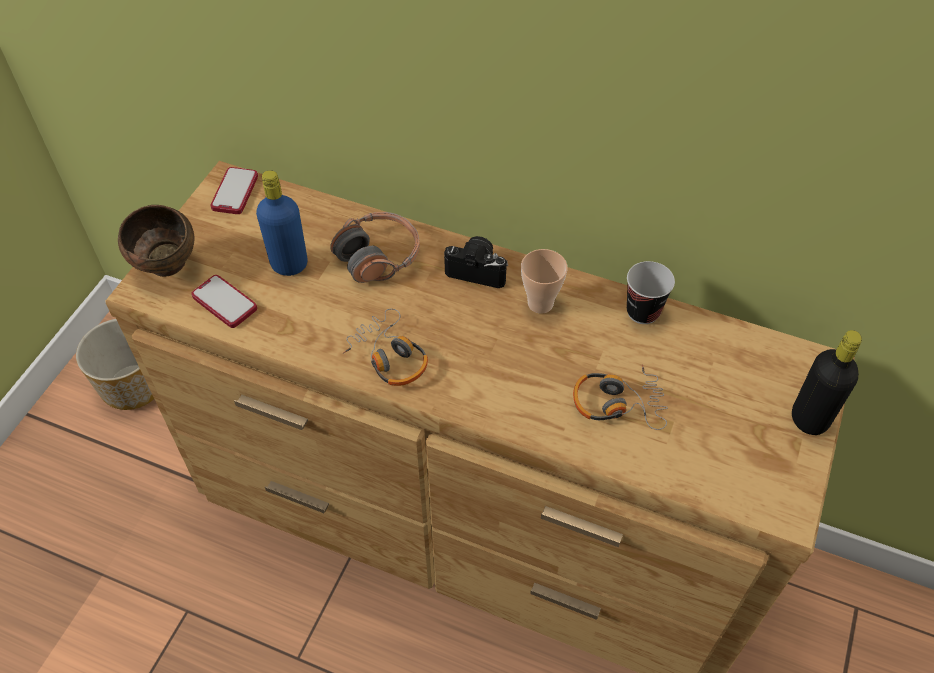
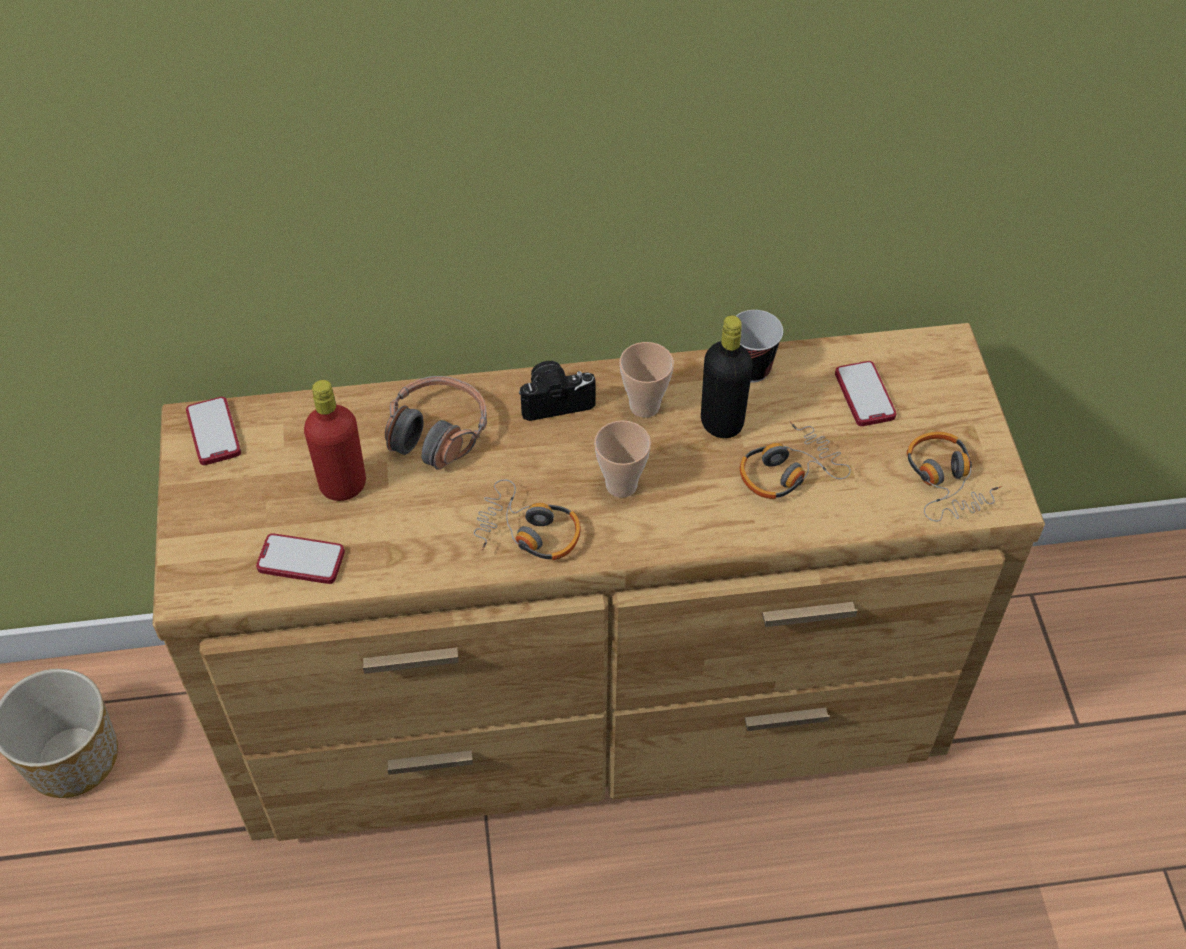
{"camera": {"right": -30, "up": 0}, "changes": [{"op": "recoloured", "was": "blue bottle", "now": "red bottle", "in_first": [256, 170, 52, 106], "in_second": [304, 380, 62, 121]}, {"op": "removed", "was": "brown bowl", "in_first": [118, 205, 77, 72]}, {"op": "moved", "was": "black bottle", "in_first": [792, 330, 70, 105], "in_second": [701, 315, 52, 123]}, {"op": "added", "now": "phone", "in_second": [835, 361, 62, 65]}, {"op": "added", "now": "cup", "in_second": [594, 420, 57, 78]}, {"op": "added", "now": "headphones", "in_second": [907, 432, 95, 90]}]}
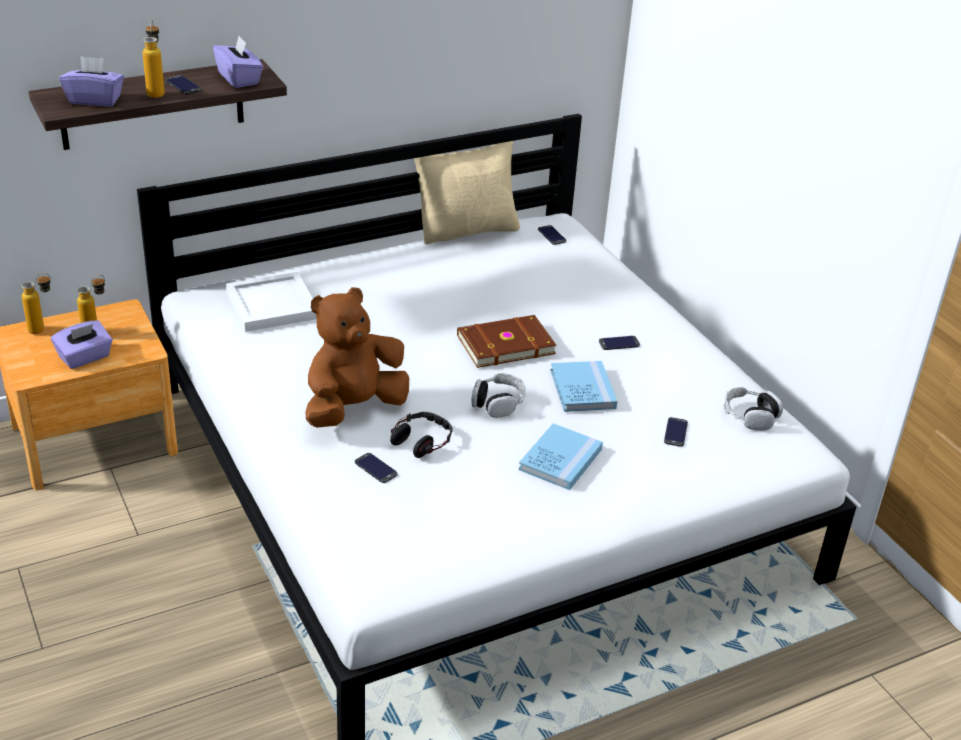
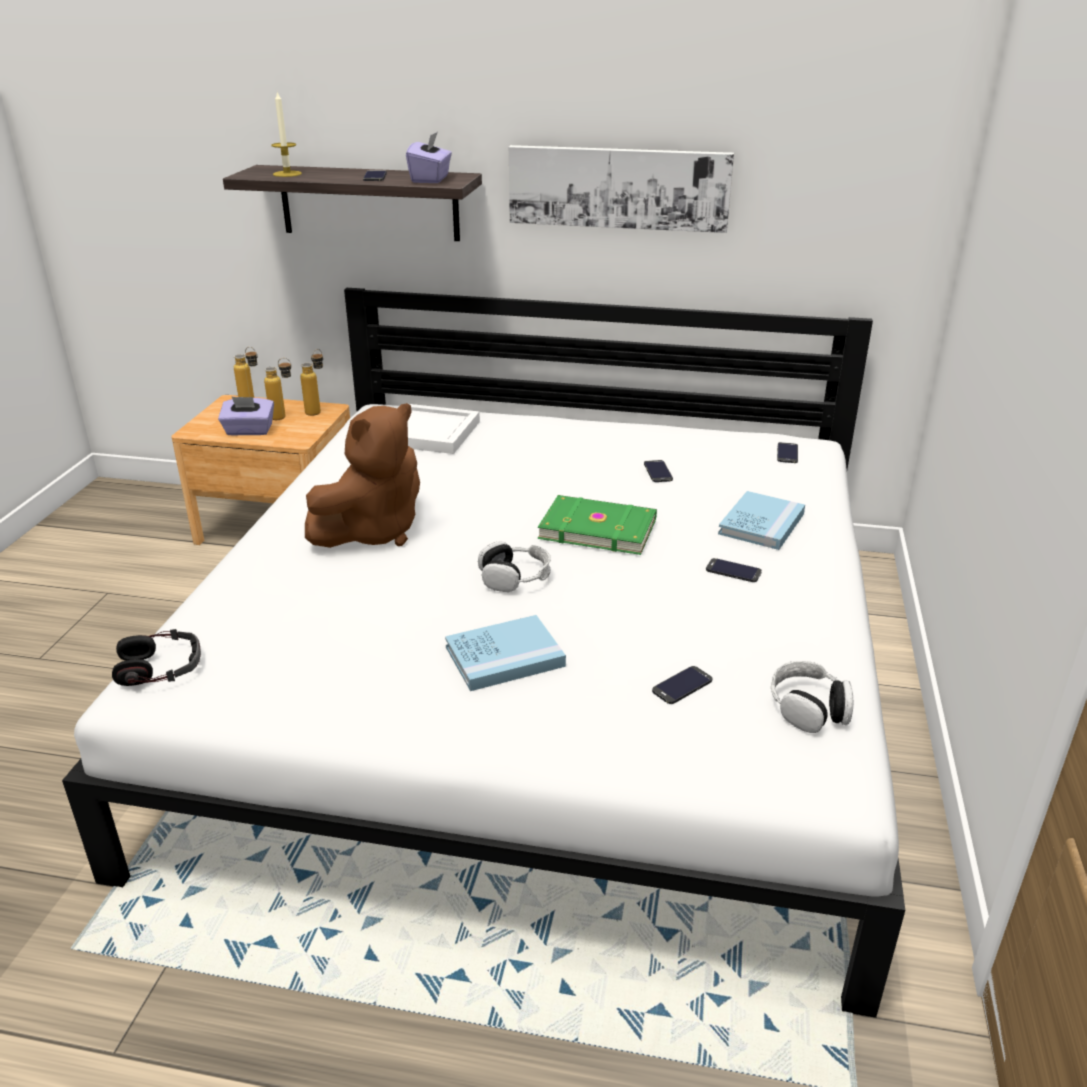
{"camera": {"right": 40, "up": -5}, "changes": [{"op": "moved", "was": "bottle", "in_first": [143, 20, 22, 78], "in_second": [300, 349, 23, 67]}, {"op": "replaced", "was": "purple tissue box", "now": "candle", "in_first": [59, 56, 65, 51], "in_second": [271, 92, 31, 85]}, {"op": "removed", "was": "beige pillow", "in_first": [414, 141, 106, 103]}, {"op": "turned", "was": "brown plush toy", "in_first": [305, 287, 104, 141], "in_second": [305, 403, 115, 145], "clockwise": 135}, {"op": "recoloured", "was": "brown book", "now": "green book", "in_first": [457, 315, 99, 53], "in_second": [538, 495, 119, 60]}, {"op": "moved", "was": "blue book", "in_first": [551, 361, 67, 51], "in_second": [718, 491, 87, 59]}, {"op": "moved", "was": "headphones", "in_first": [390, 412, 63, 46], "in_second": [112, 629, 89, 57]}, {"op": "moved", "was": "phone", "in_first": [355, 453, 43, 30], "in_second": [644, 460, 29, 22]}, {"op": "added", "now": "picture", "in_second": [509, 145, 225, 88]}]}
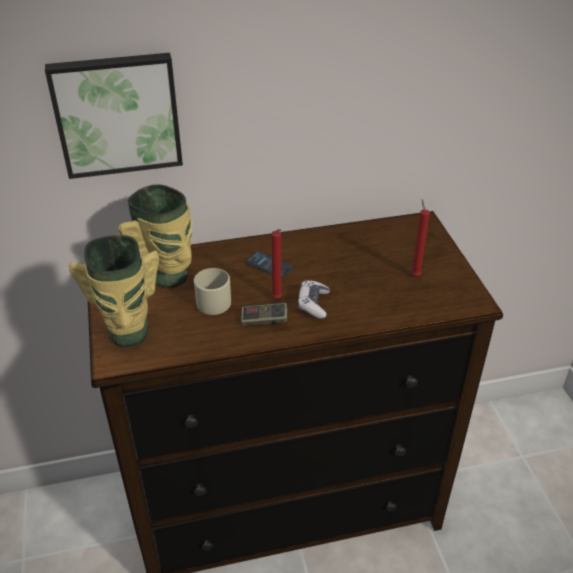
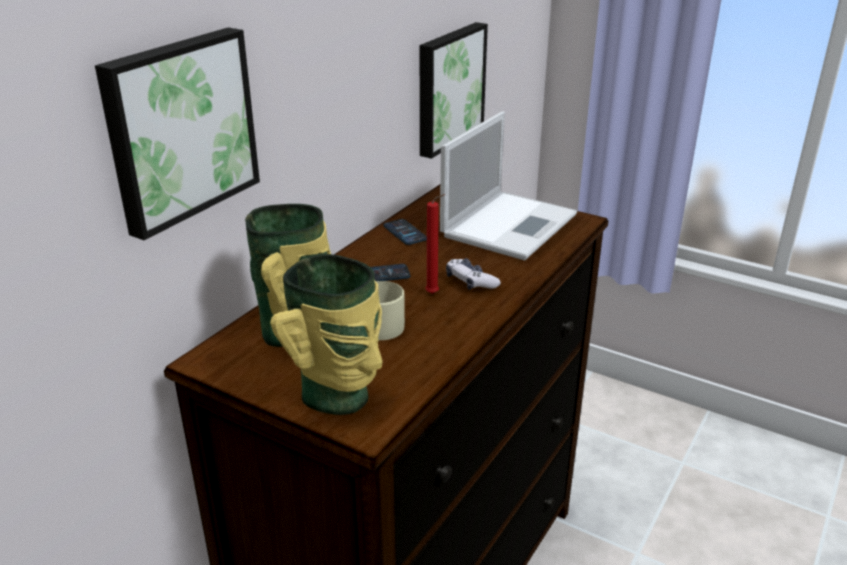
{"camera": {"right": -45, "up": -10}, "changes": [{"op": "replaced", "was": "red candle", "now": "laptop", "in_first": [411, 199, 19, 77], "in_second": [440, 112, 137, 149]}, {"op": "removed", "was": "game controller", "in_first": [241, 303, 46, 23]}, {"op": "added", "now": "picture", "in_second": [420, 22, 68, 137]}, {"op": "added", "now": "phone", "in_second": [383, 219, 44, 26]}]}
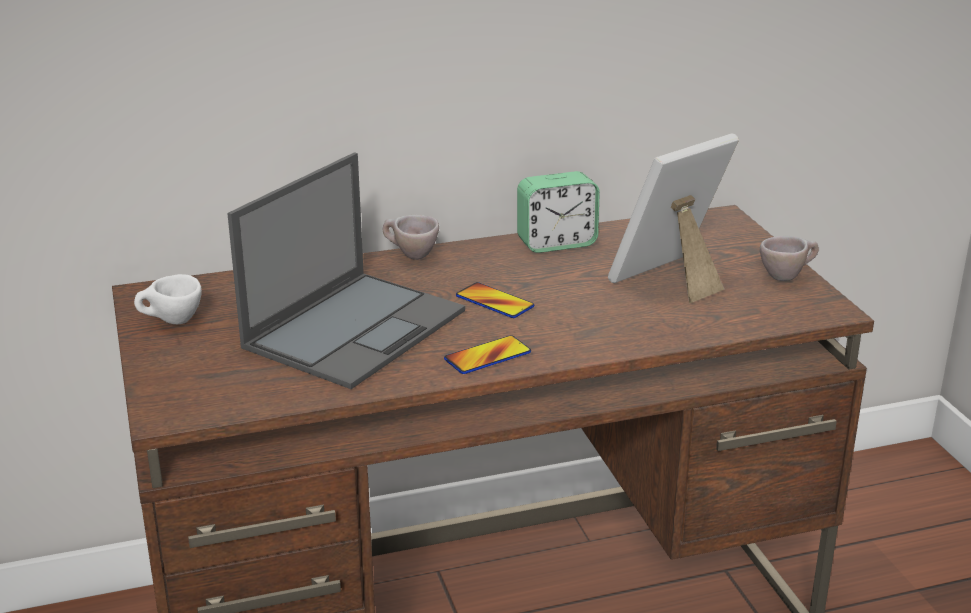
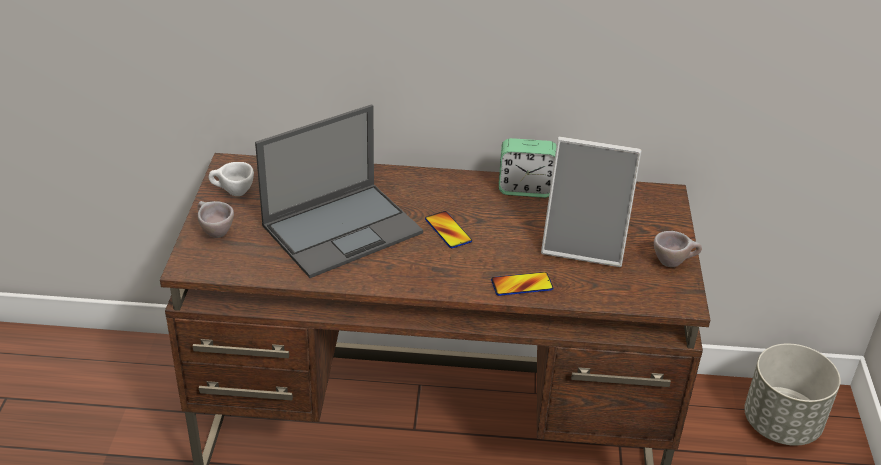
{"camera": {"right": 20, "up": 10}, "changes": [{"op": "turned", "was": "picture frame", "in_first": [608, 133, 131, 170], "in_second": [541, 136, 101, 131], "clockwise": -150}, {"op": "moved", "was": "beige cup", "in_first": [383, 215, 56, 45], "in_second": [198, 201, 36, 37]}, {"op": "moved", "was": "phone", "in_first": [444, 335, 87, 39], "in_second": [491, 272, 62, 24]}, {"op": "added", "now": "grey planter", "in_second": [744, 344, 97, 102]}]}
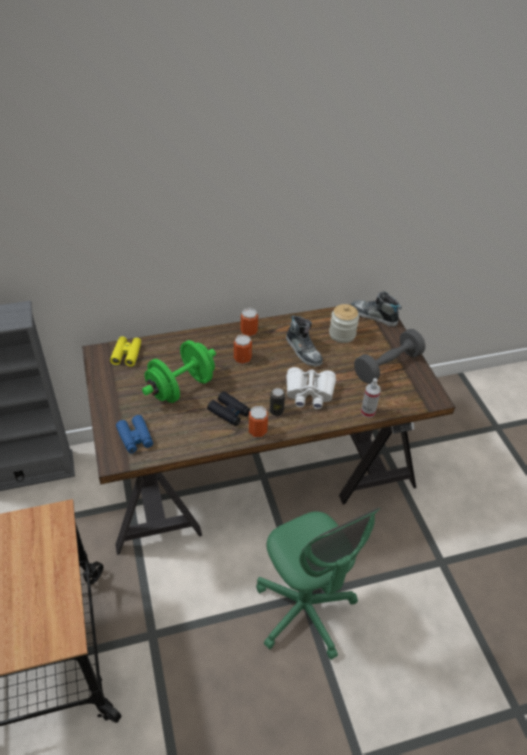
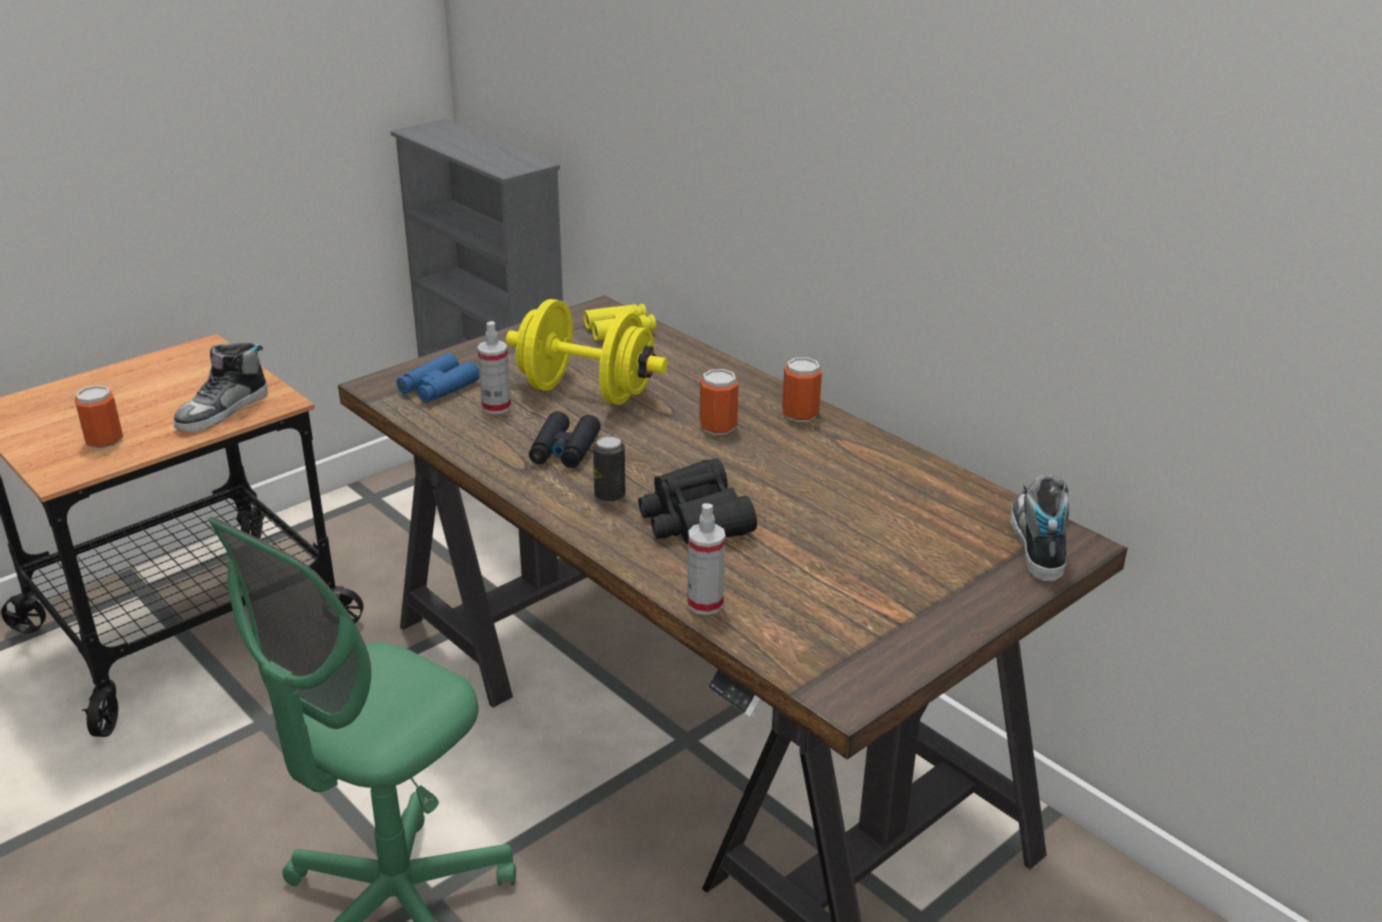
{"camera": {"right": 65, "up": -15}, "changes": [{"op": "removed", "was": "jar", "in_first": [329, 304, 30, 39]}, {"op": "moved", "was": "shoe", "in_first": [286, 316, 37, 51], "in_second": [174, 343, 94, 89]}, {"op": "removed", "was": "grey dumbbell", "in_first": [354, 329, 71, 55]}, {"op": "recoloured", "was": "green dumbbell", "now": "yellow dumbbell", "in_first": [142, 340, 74, 63], "in_second": [506, 299, 161, 106]}, {"op": "recoloured", "was": "white binoculars", "now": "black binoculars", "in_first": [286, 367, 50, 42], "in_second": [638, 458, 119, 86]}, {"op": "moved", "was": "can", "in_first": [249, 406, 19, 31], "in_second": [74, 385, 49, 64]}, {"op": "added", "now": "spray bottle", "in_second": [477, 321, 34, 93]}]}
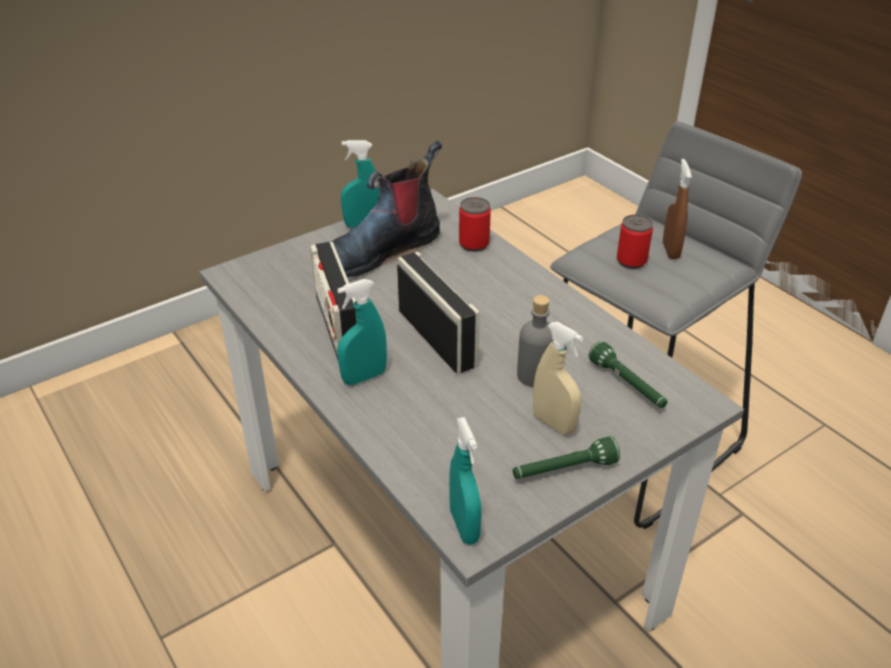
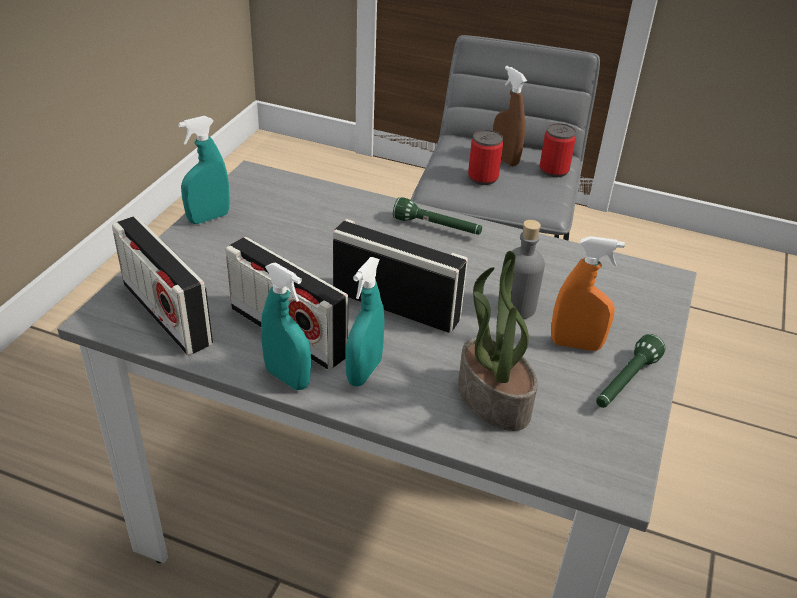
{"camera": {"right": -35, "up": 0}, "changes": [{"op": "removed", "was": "boot", "in_first": [331, 141, 111, 137]}, {"op": "moved", "was": "can", "in_first": [459, 197, 32, 55], "in_second": [540, 123, 36, 54]}, {"op": "recoloured", "was": "beige spray bottle", "now": "orange spray bottle", "in_first": [533, 322, 50, 113], "in_second": [551, 236, 74, 115]}, {"op": "moved", "was": "green flashlight", "in_first": [589, 341, 78, 67], "in_second": [393, 197, 89, 38]}, {"op": "moved", "was": "turquoise spray bottle", "in_first": [449, 417, 33, 128], "in_second": [261, 262, 50, 128]}, {"op": "added", "now": "radio", "in_second": [112, 216, 101, 139]}, {"op": "added", "now": "potted plant", "in_second": [458, 251, 80, 180]}]}
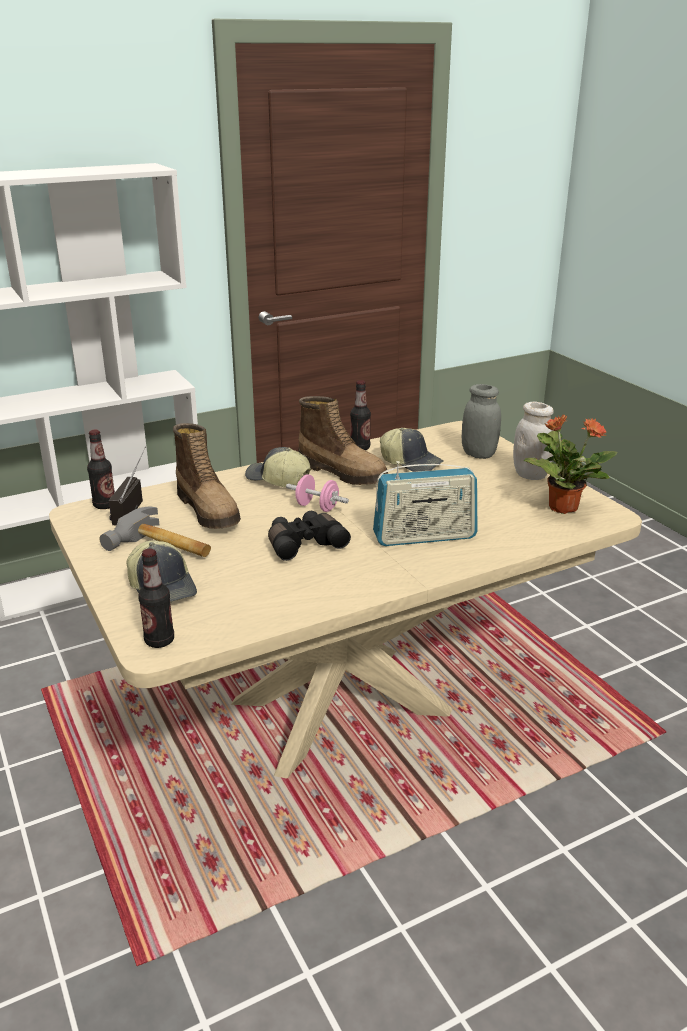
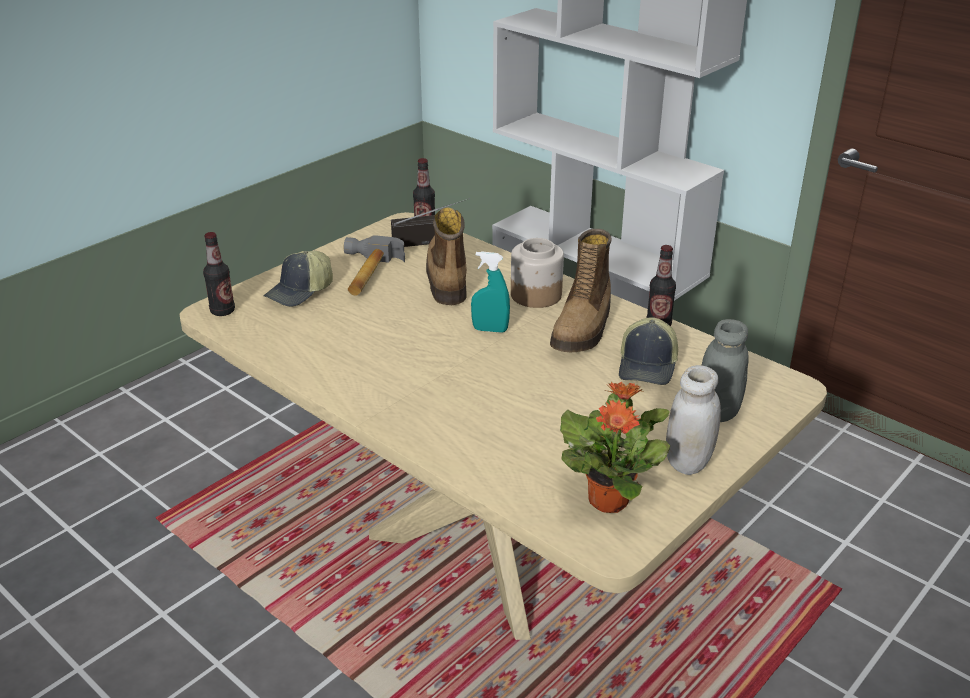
{"camera": {"right": 70, "up": 5}, "changes": [{"op": "turned", "was": "boot", "in_first": [173, 423, 68, 106], "in_second": [426, 207, 41, 98], "clockwise": 135}, {"op": "replaced", "was": "cap", "now": "jar", "in_first": [245, 447, 66, 40], "in_second": [511, 238, 53, 70]}, {"op": "removed", "was": "radio", "in_first": [373, 461, 104, 85]}, {"op": "replaced", "was": "pink dumbbell", "now": "turquoise spray bottle", "in_first": [286, 474, 63, 38], "in_second": [471, 251, 39, 82]}, {"op": "removed", "was": "black binoculars", "in_first": [268, 511, 83, 50]}]}
